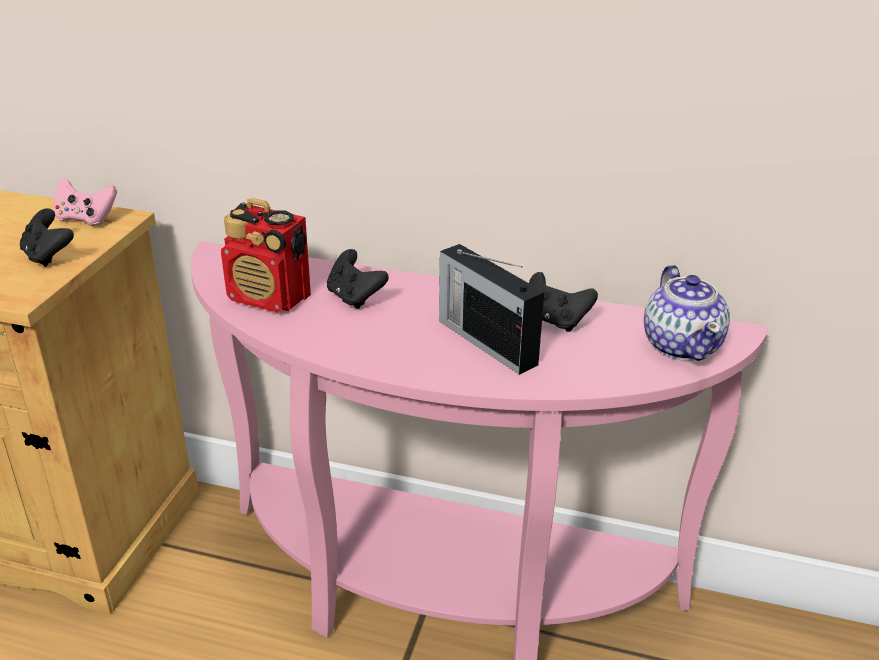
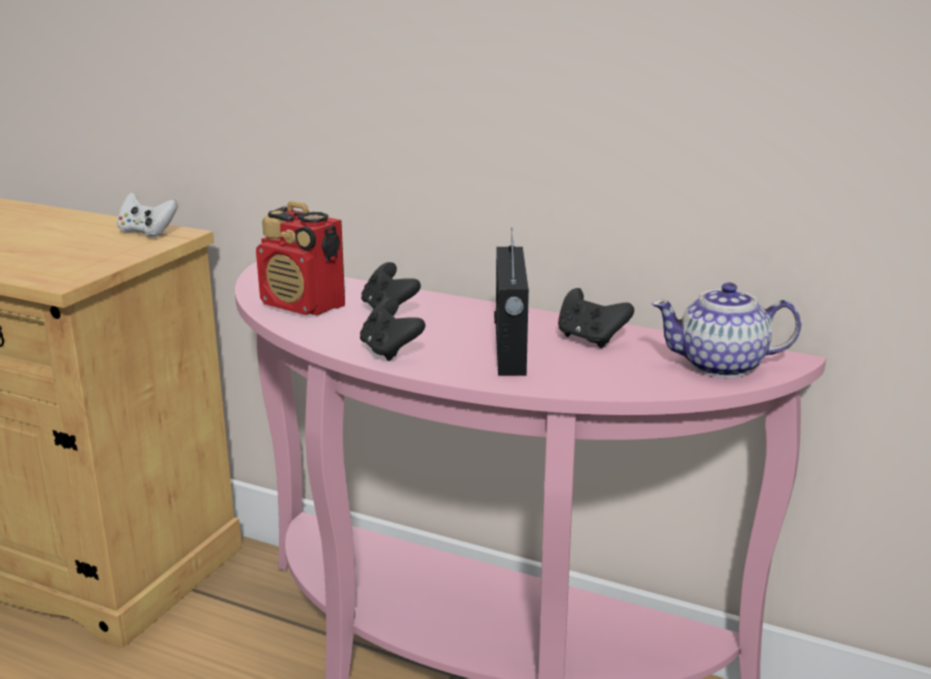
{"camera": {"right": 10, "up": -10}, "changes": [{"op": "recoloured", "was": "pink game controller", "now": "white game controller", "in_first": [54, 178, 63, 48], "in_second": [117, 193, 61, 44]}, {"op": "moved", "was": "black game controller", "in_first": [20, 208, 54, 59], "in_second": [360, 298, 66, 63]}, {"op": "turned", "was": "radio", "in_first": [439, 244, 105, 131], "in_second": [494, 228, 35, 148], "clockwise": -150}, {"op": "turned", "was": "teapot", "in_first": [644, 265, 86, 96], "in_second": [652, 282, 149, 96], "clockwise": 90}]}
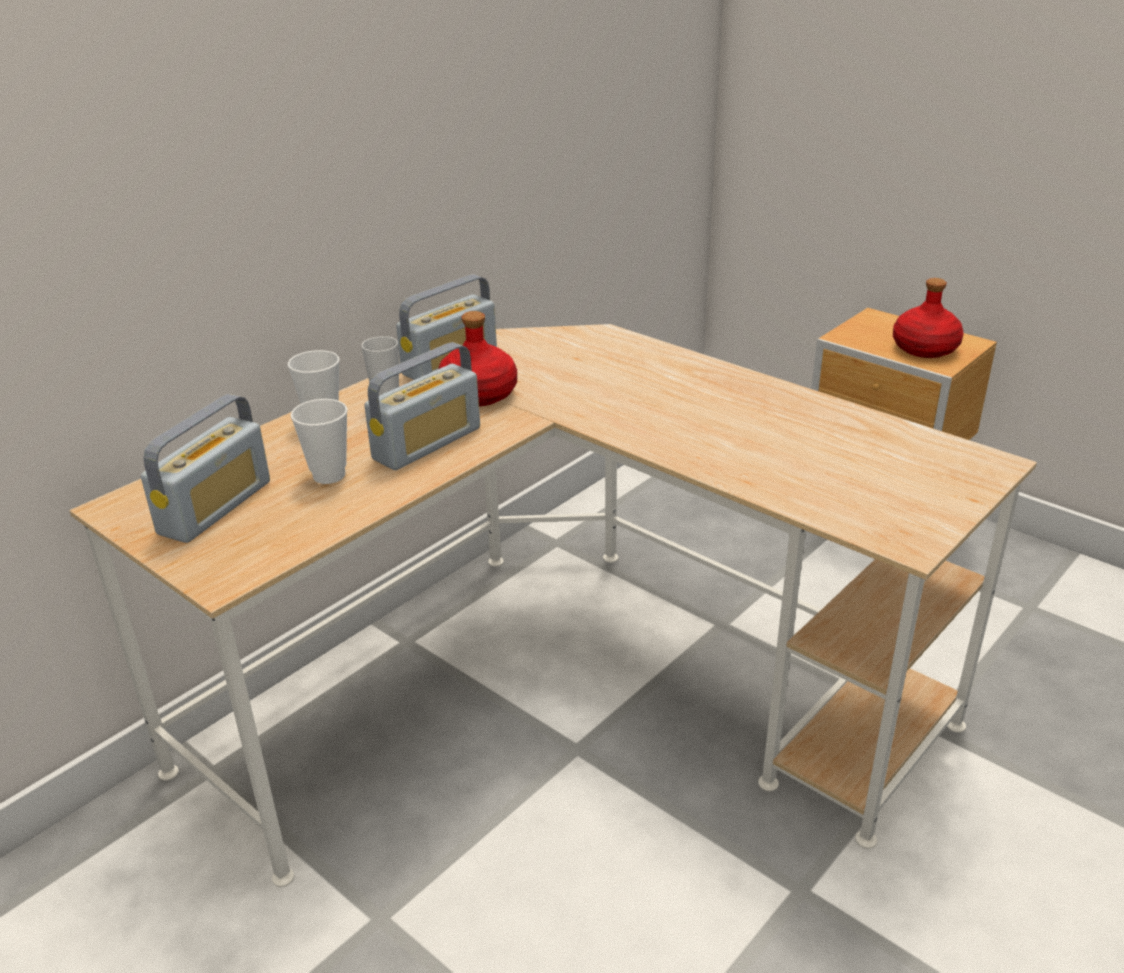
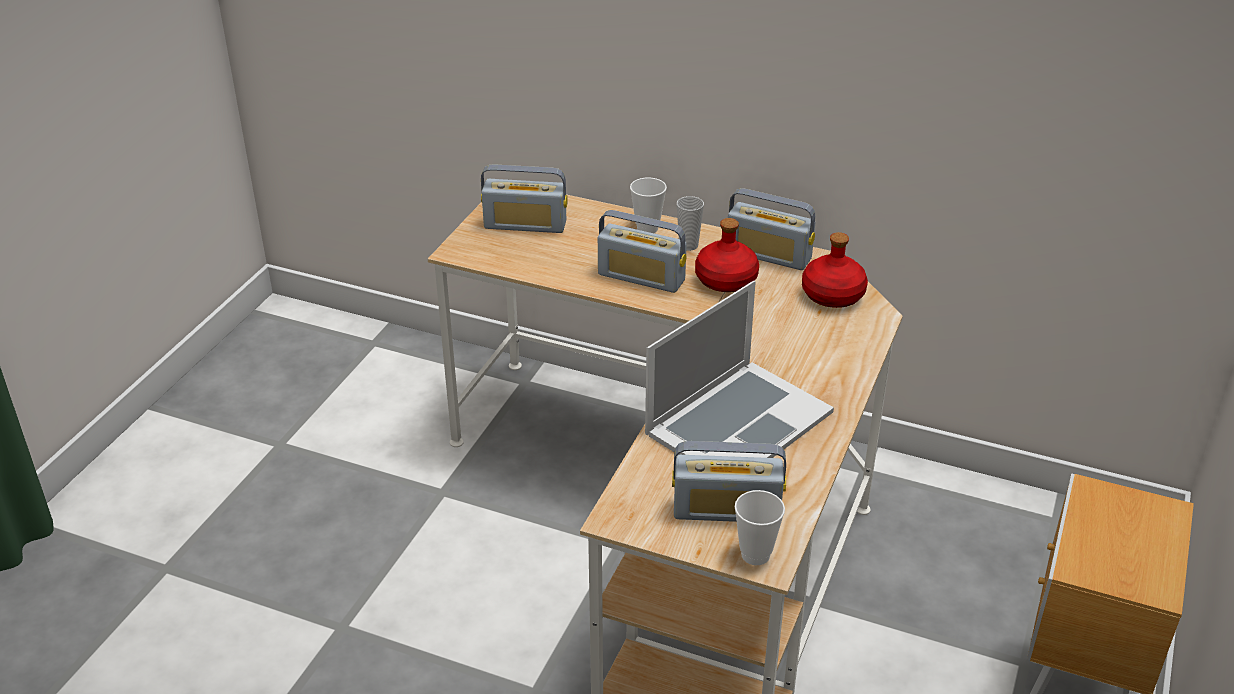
{"camera": {"right": 70, "up": 5}, "changes": [{"op": "moved", "was": "red bottle", "in_first": [893, 278, 71, 80], "in_second": [802, 232, 66, 76]}, {"op": "moved", "was": "cup", "in_first": [291, 399, 57, 85], "in_second": [735, 490, 50, 75]}, {"op": "added", "now": "laptop", "in_second": [645, 281, 189, 177]}, {"op": "added", "now": "radio", "in_second": [672, 441, 114, 81]}]}
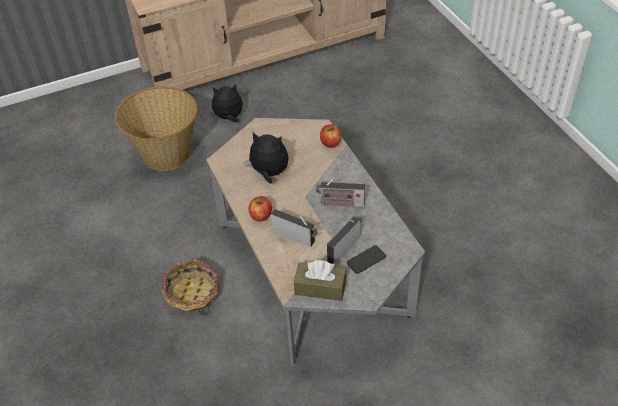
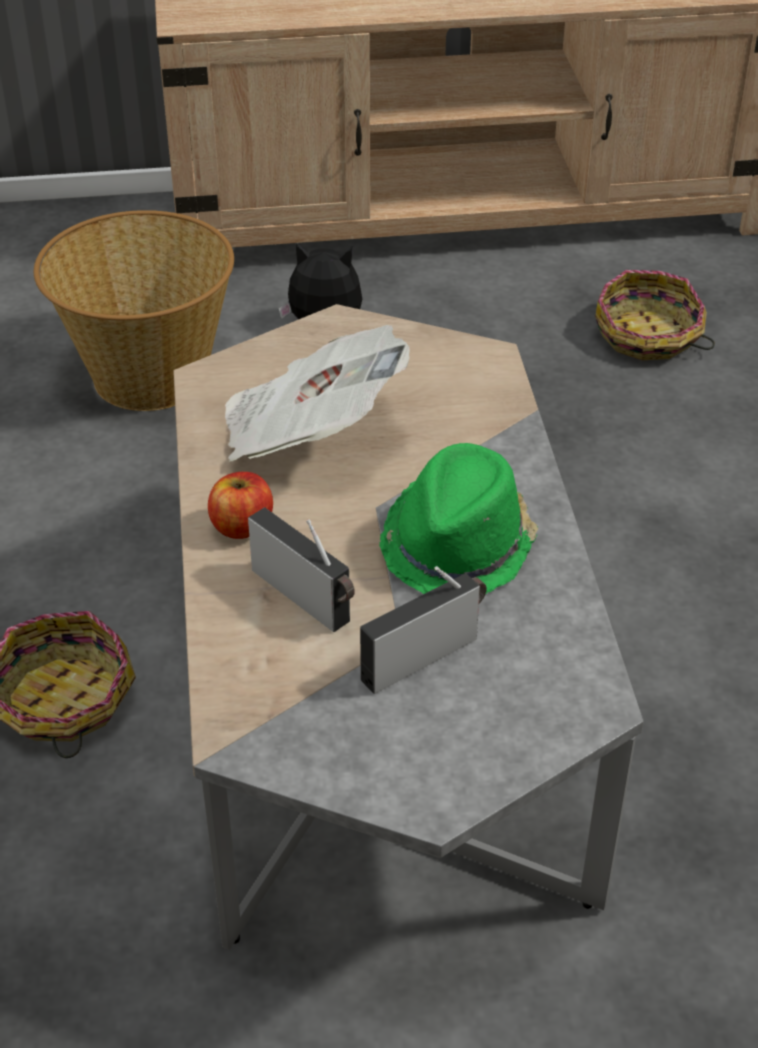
{"camera": {"right": 15, "up": -5}, "changes": [{"op": "removed", "was": "apple", "in_first": [320, 124, 21, 24]}, {"op": "replaced", "was": "plush toy", "now": "newspaper", "in_first": [243, 132, 45, 52], "in_second": [225, 325, 185, 136]}, {"op": "replaced", "was": "radio", "now": "green hat", "in_first": [316, 175, 49, 32], "in_second": [379, 443, 159, 151]}, {"op": "removed", "was": "phone", "in_first": [347, 245, 39, 29]}, {"op": "removed", "was": "brown tissue box", "in_first": [294, 260, 52, 41]}, {"op": "added", "now": "basket", "in_second": [595, 270, 120, 90]}]}
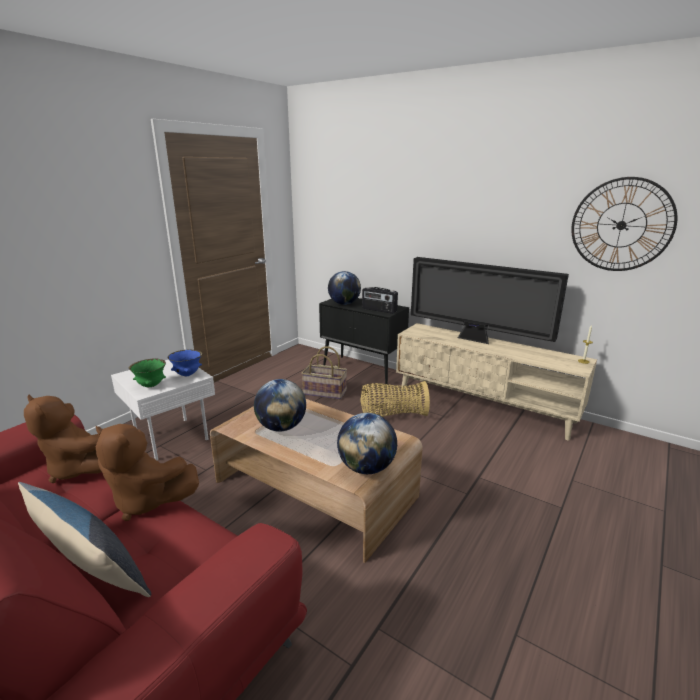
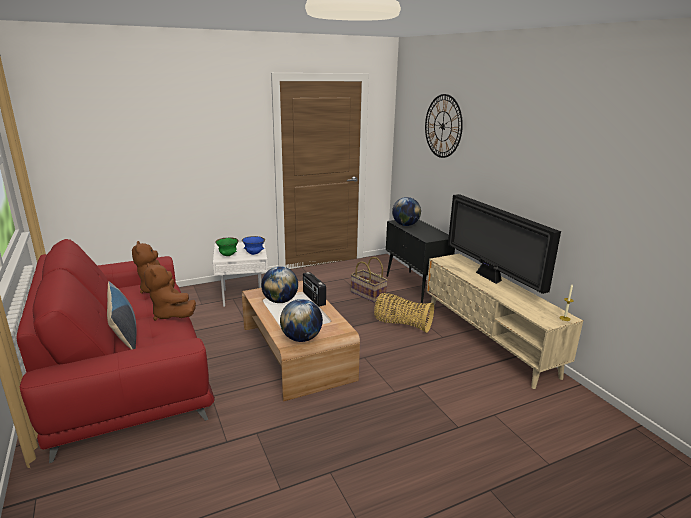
{"camera": {"right": 30, "up": 0}, "changes": [{"op": "moved", "was": "wall clock", "in_first": [571, 177, 106, 94], "in_second": [425, 94, 38, 64]}, {"op": "moved", "was": "radio", "in_first": [362, 287, 36, 27], "in_second": [303, 272, 23, 35]}]}
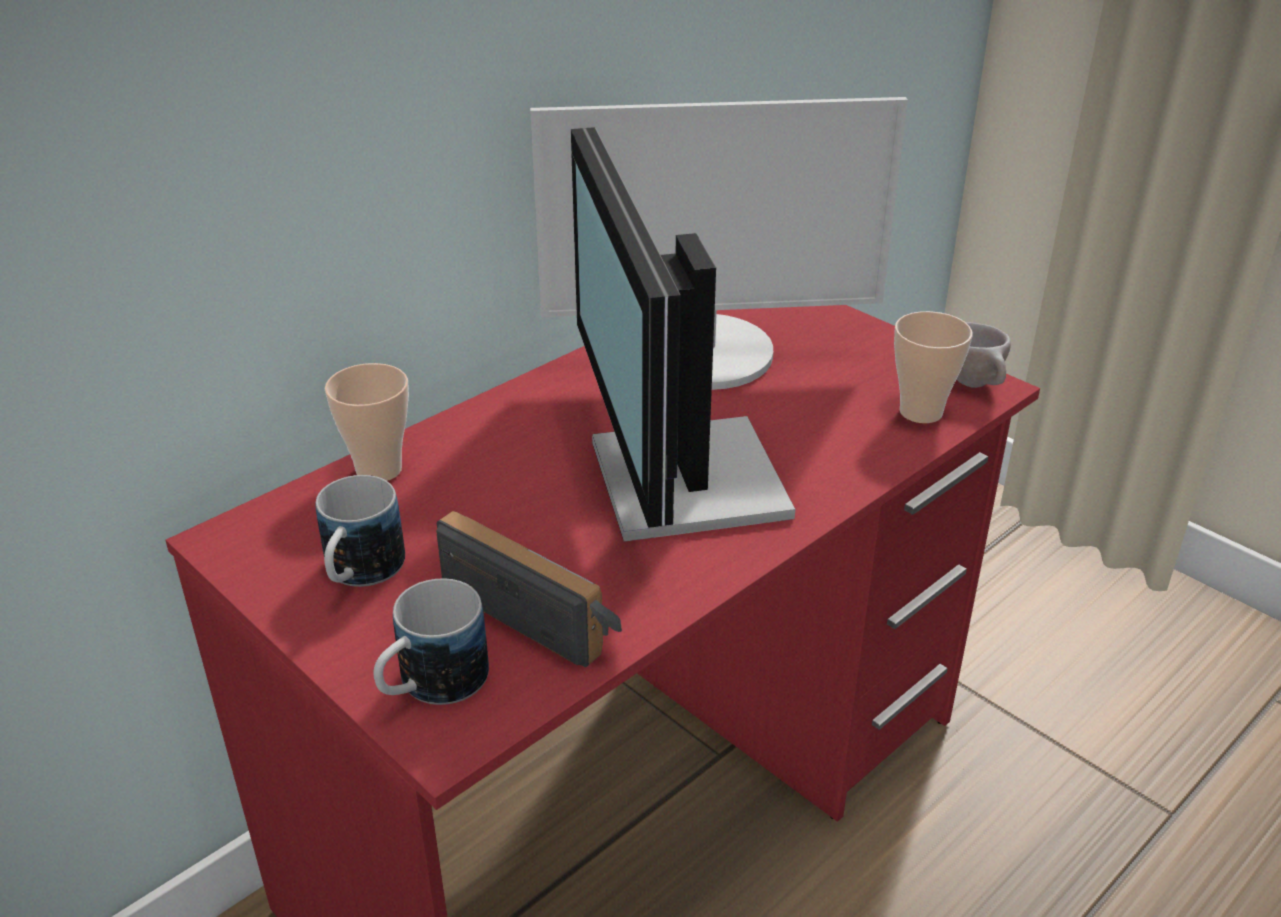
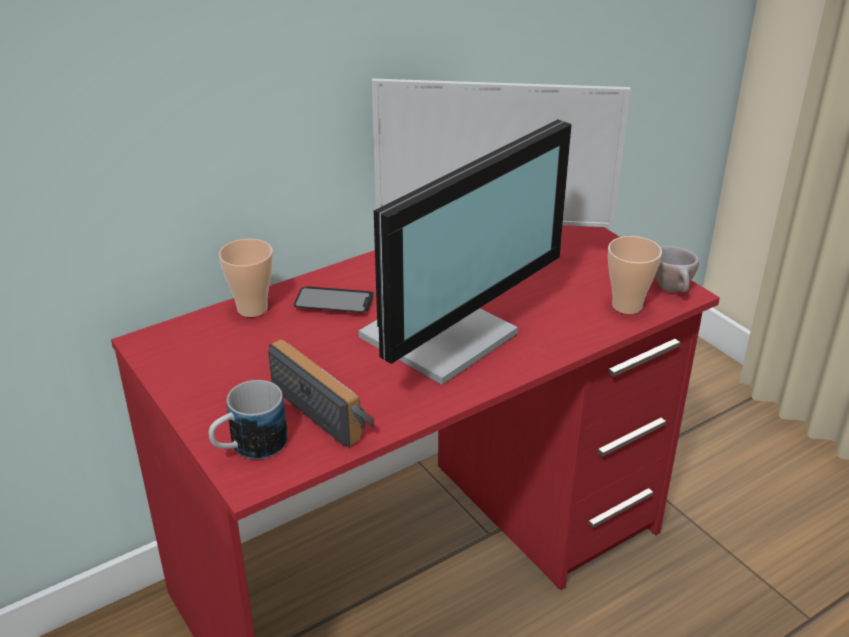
{"camera": {"right": 10, "up": 0}, "changes": [{"op": "turned", "was": "monitor", "in_first": [571, 127, 224, 415], "in_second": [358, 119, 214, 266], "clockwise": -135}, {"op": "removed", "was": "mug", "in_first": [315, 475, 90, 112]}, {"op": "added", "now": "phone", "in_second": [294, 286, 80, 27]}]}
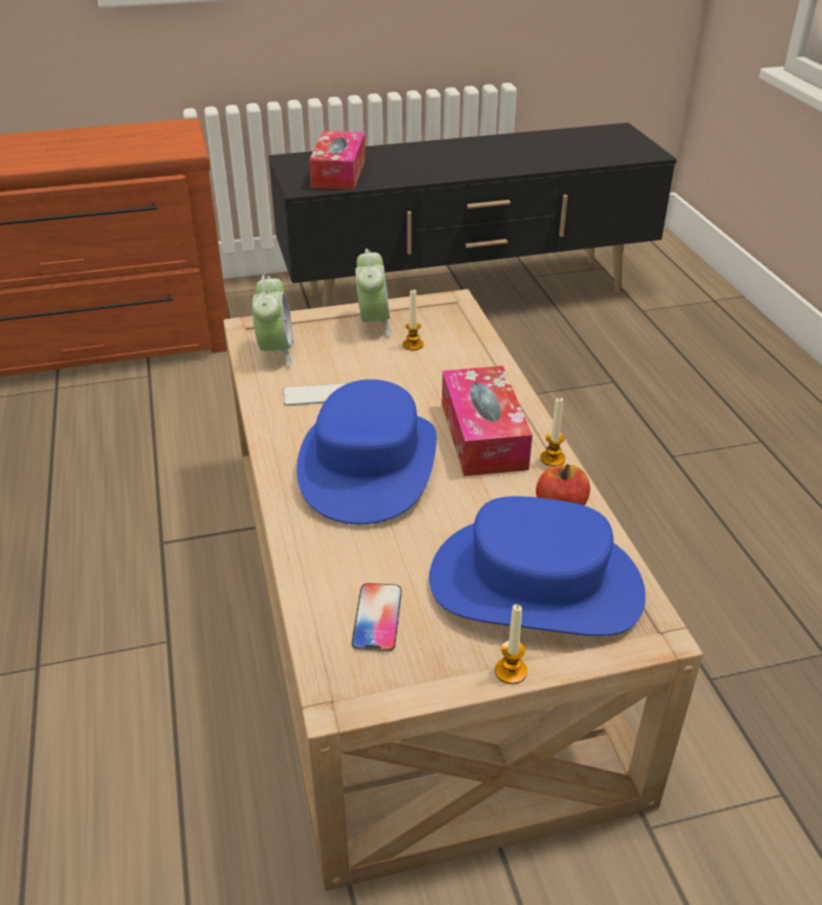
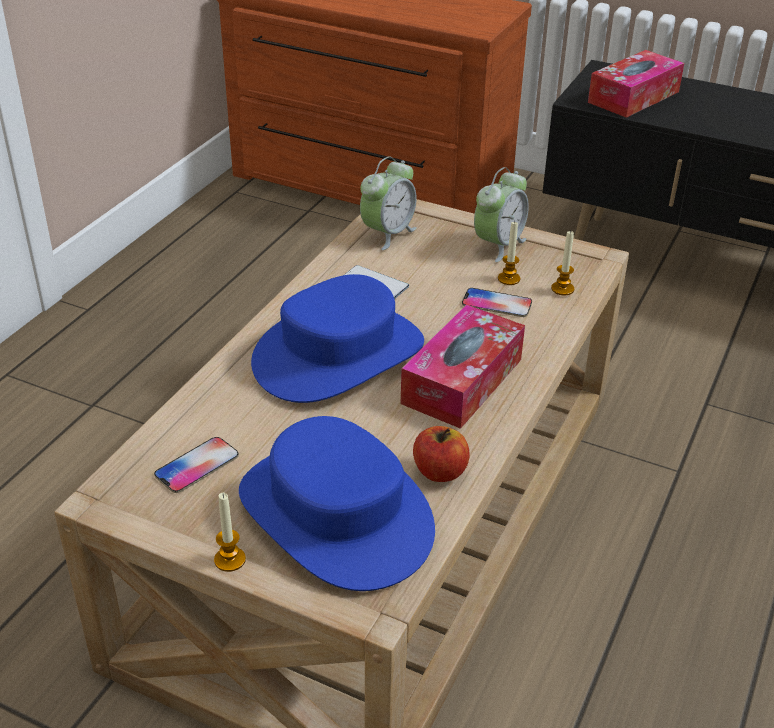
{"camera": {"right": 40, "up": 0}, "changes": [{"op": "moved", "was": "candle", "in_first": [540, 397, 26, 69], "in_second": [551, 230, 23, 66]}, {"op": "added", "now": "phone", "in_second": [462, 288, 70, 29]}]}
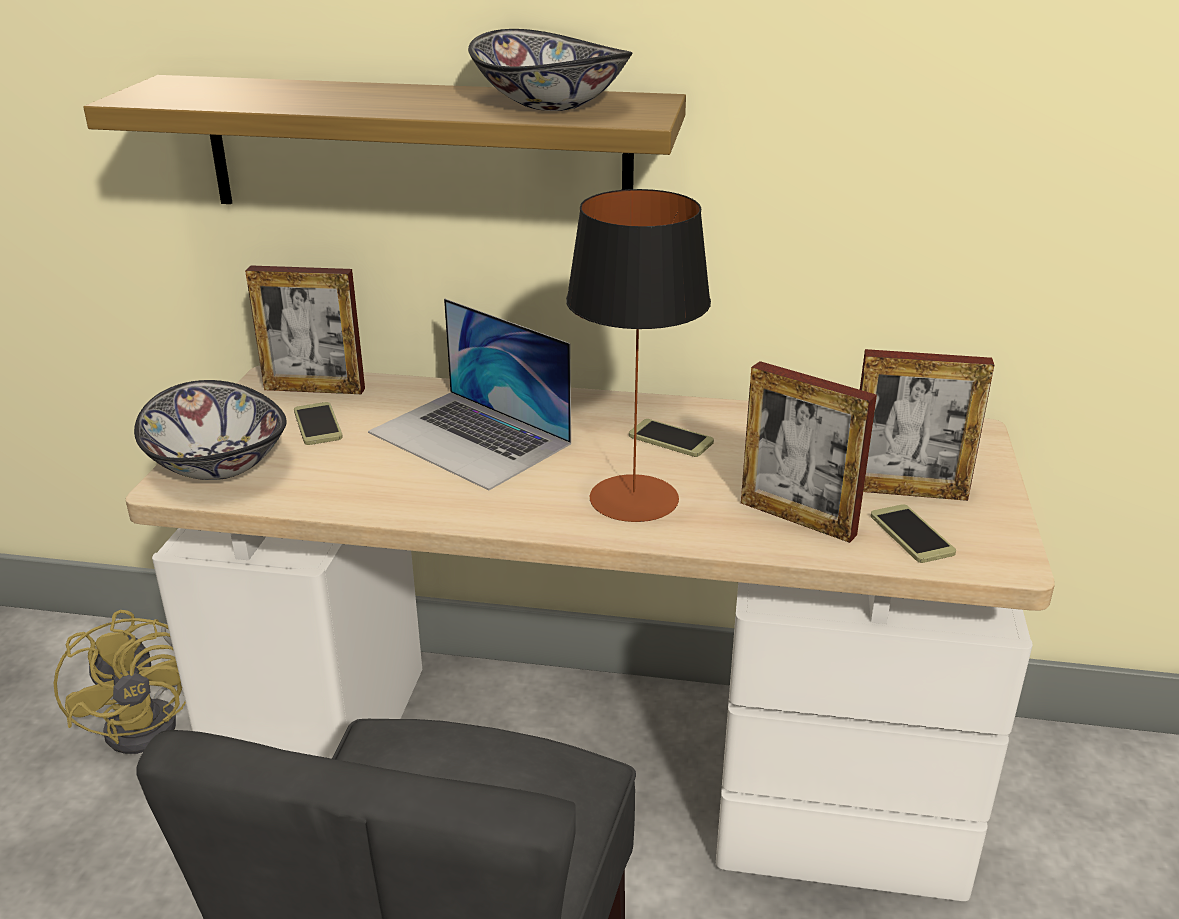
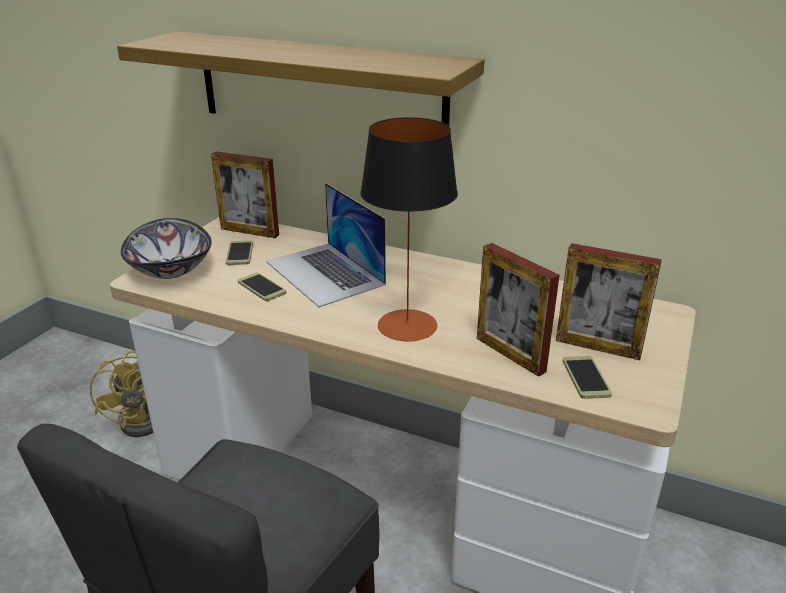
{"camera": {"right": 15, "up": 0}, "changes": [{"op": "removed", "was": "bowl", "in_first": [468, 29, 164, 82]}, {"op": "moved", "was": "phone", "in_first": [629, 419, 85, 38], "in_second": [238, 273, 48, 28]}]}
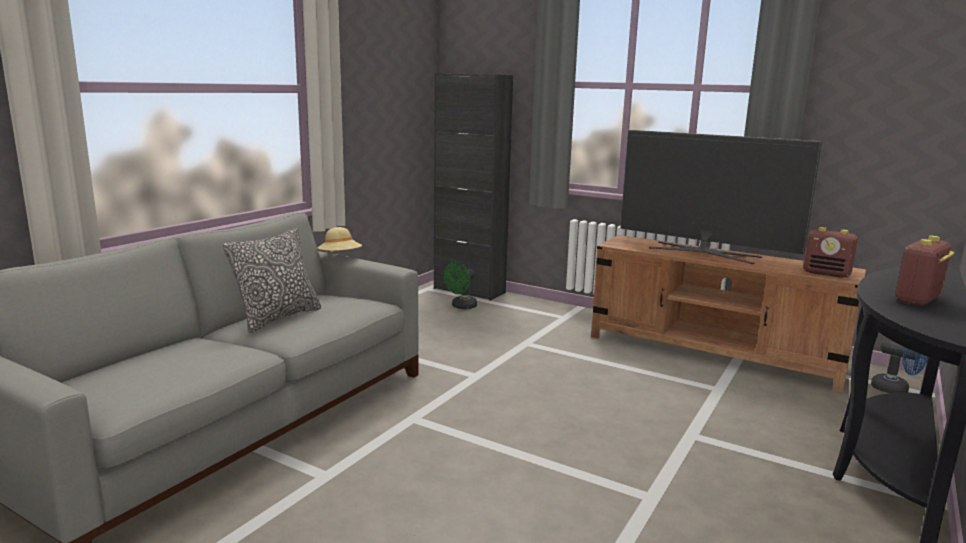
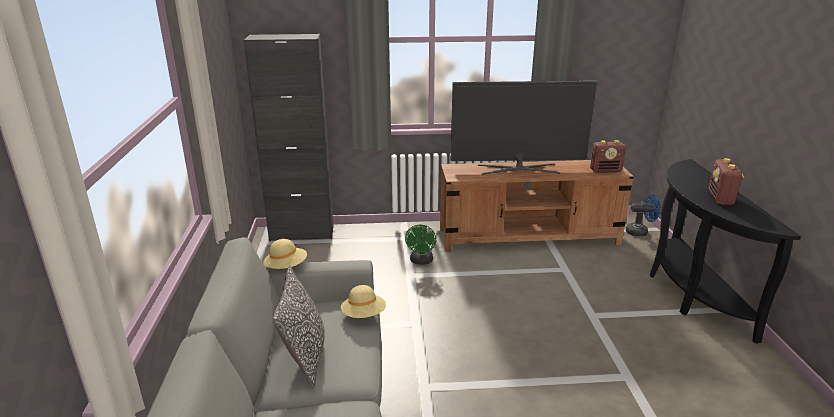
{"camera": {"right": -35, "up": 10}, "changes": [{"op": "moved", "was": "green fan", "in_first": [444, 262, 33, 47], "in_second": [405, 225, 31, 40]}, {"op": "added", "now": "beige hat", "in_second": [341, 285, 45, 33]}]}
